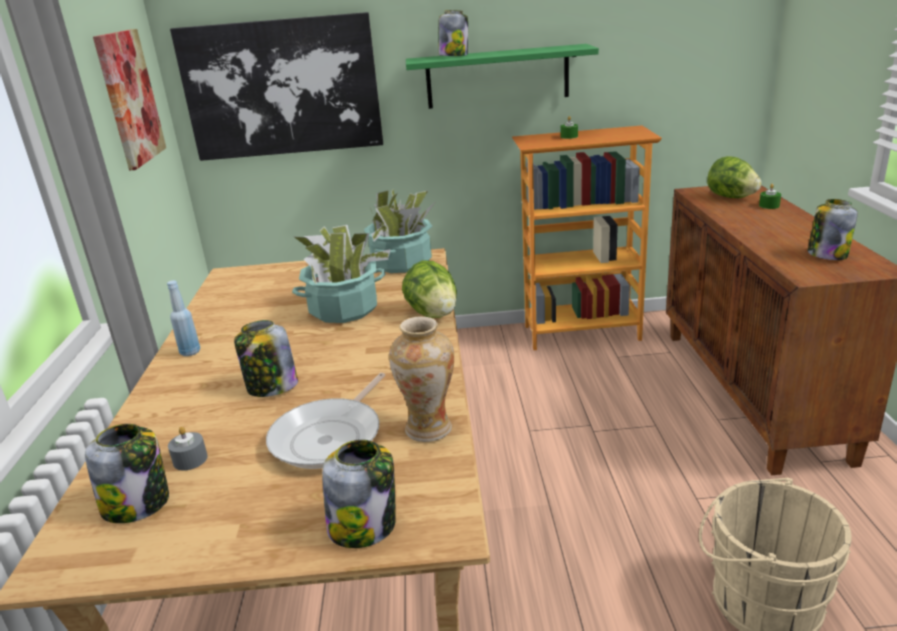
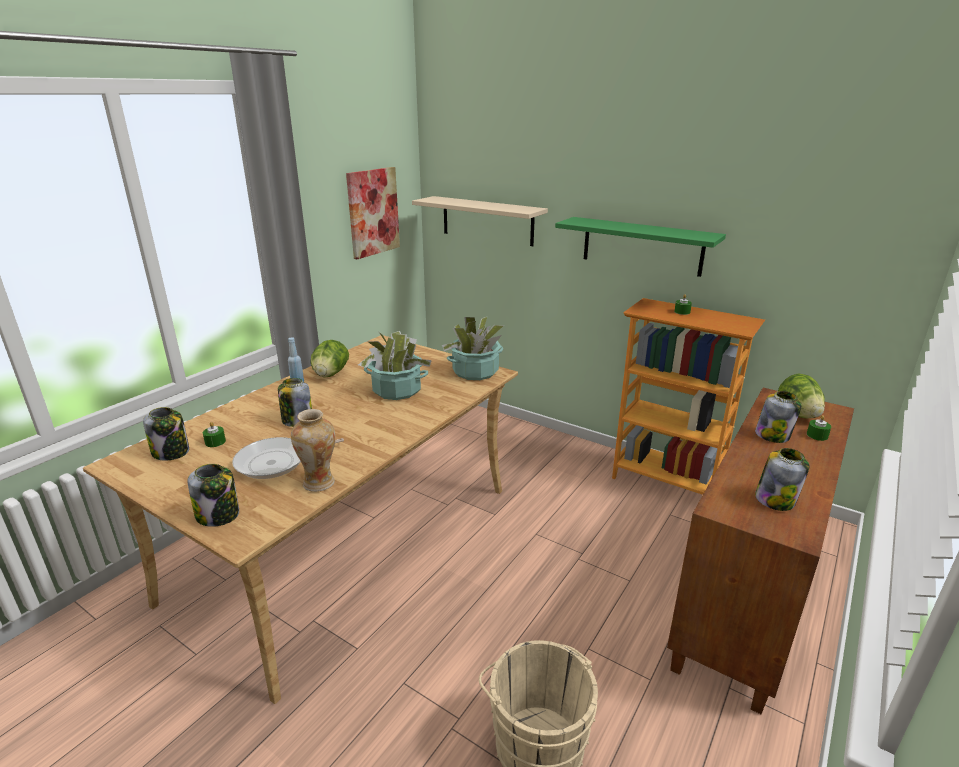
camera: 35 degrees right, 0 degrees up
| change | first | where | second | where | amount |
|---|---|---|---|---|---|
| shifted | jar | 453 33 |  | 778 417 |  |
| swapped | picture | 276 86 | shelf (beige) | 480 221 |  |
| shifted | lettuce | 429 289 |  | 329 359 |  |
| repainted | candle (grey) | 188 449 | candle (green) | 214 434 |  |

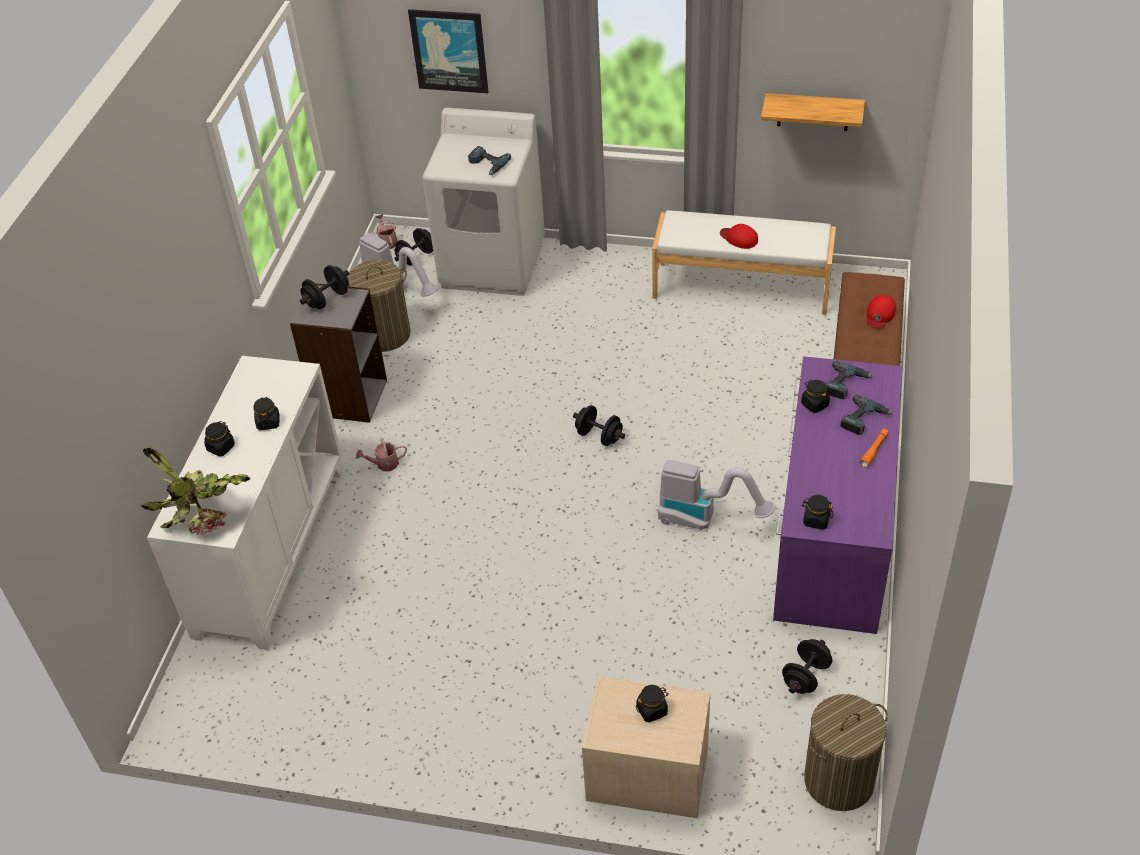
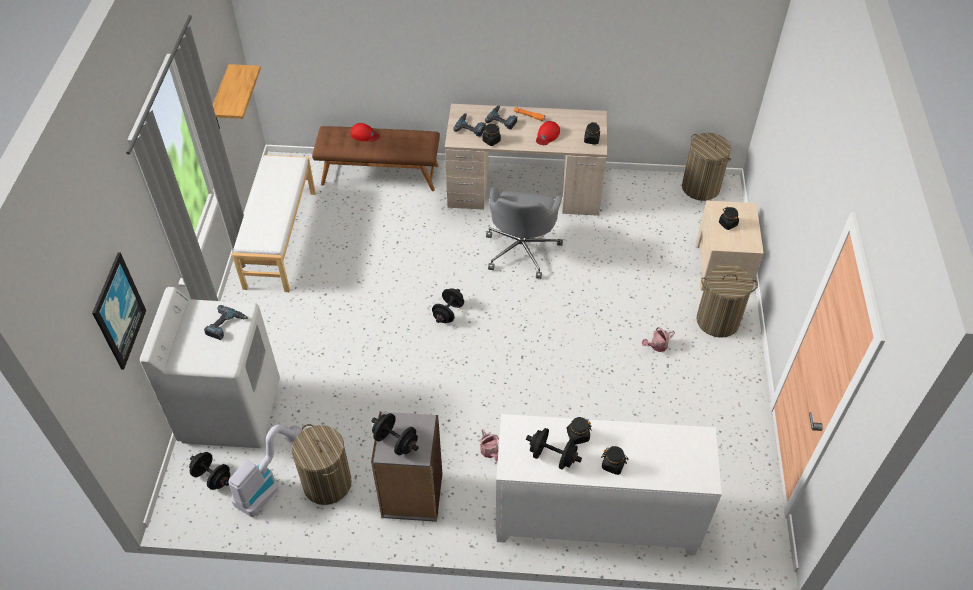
camera: 100 degrees left, 5 degrees up
| change | first | where | second | where | amount |
|---|---|---|---|---|---|
| shifted | watering can | 387 231 |  | 658 339 |  |
| shifted | cap (red) | 739 236 |  | 548 133 |  |
| repainted | desk (purple) | 837 495 | desk (beige) | 526 160 |  |
| gone | potted plant | 196 490 |  |  |  |
| swapped | vacuum cleaner | 716 495 | office chair (grey) | 524 233 |  |
| shifted | dumbbell (black) | 807 666 |  | 554 449 |  |
| new |  |  | laundry basket | 727 301 |  |

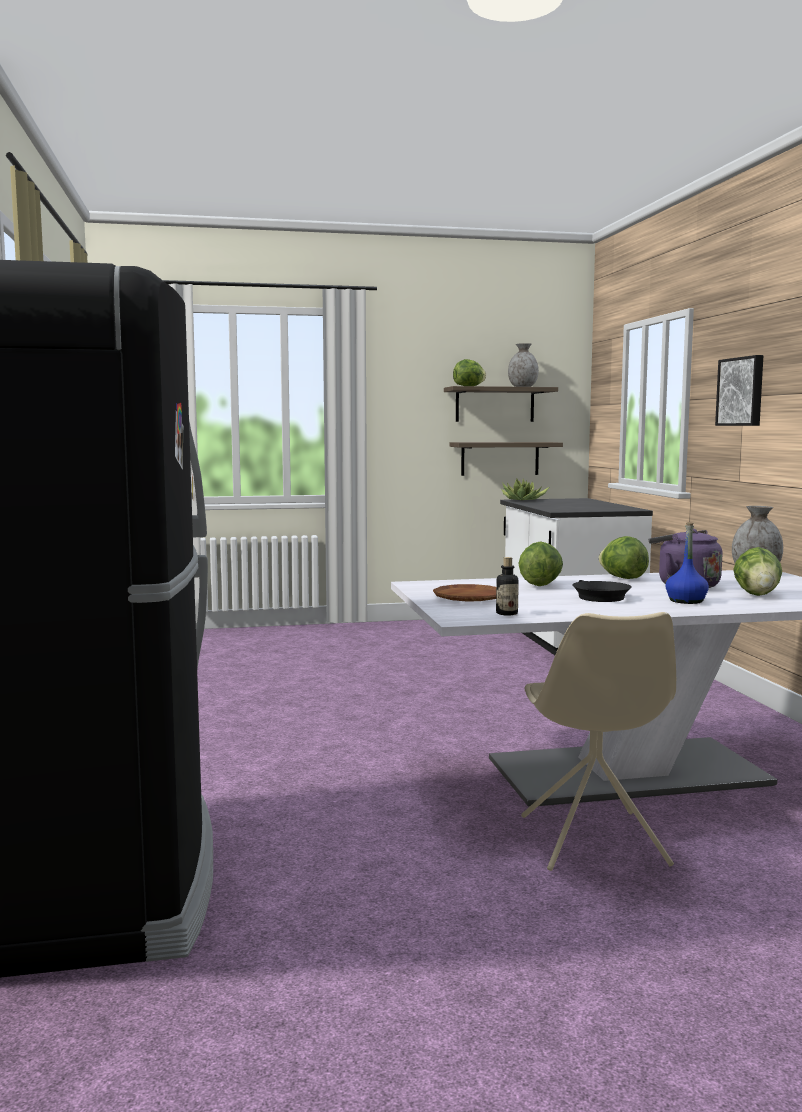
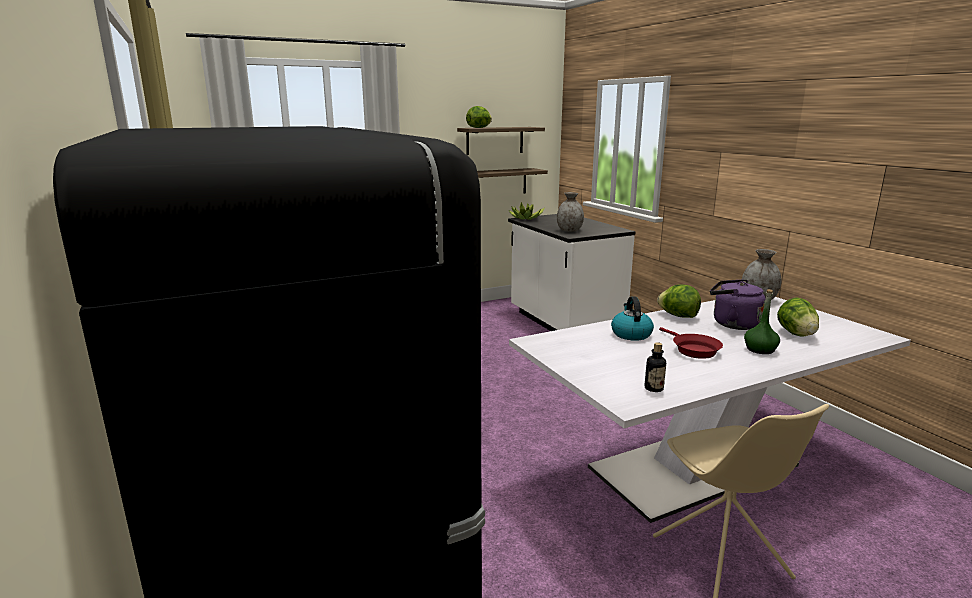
camera: 15 degrees left, 10 degrees up
| change | first | where | second | where | amount |
|---|---|---|---|---|---|
| shifted | vase (grey) | 523 365 |  | 570 212 |  |
| gone | picture | 739 390 |  |  |  |
| repainted | bottle (blue) | 687 563 | bottle (green) | 762 321 |  |
| swapped | lettuce | 540 563 | kettle | 632 318 |  |
| repainted | frying pan (black) | 602 591 | frying pan (red) | 691 343 |  |
| gone | plate (brown) | 464 593 |  |  |  |

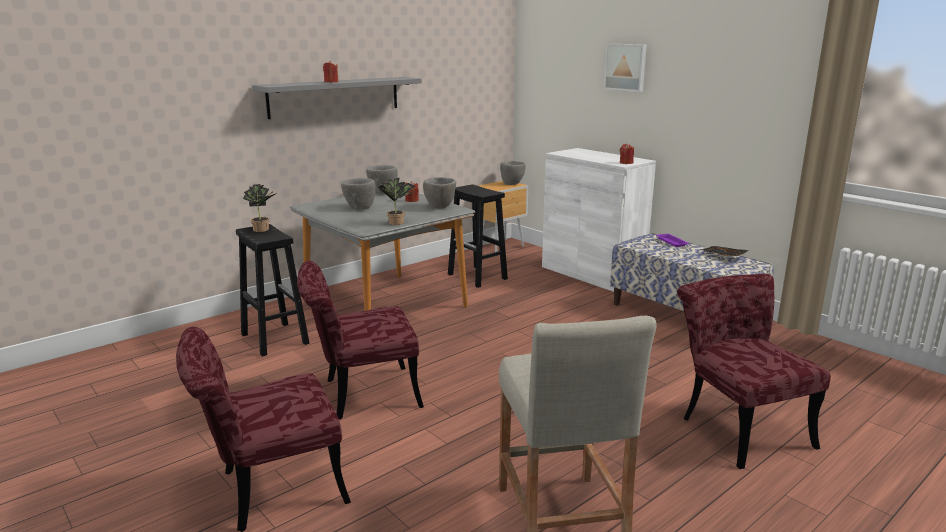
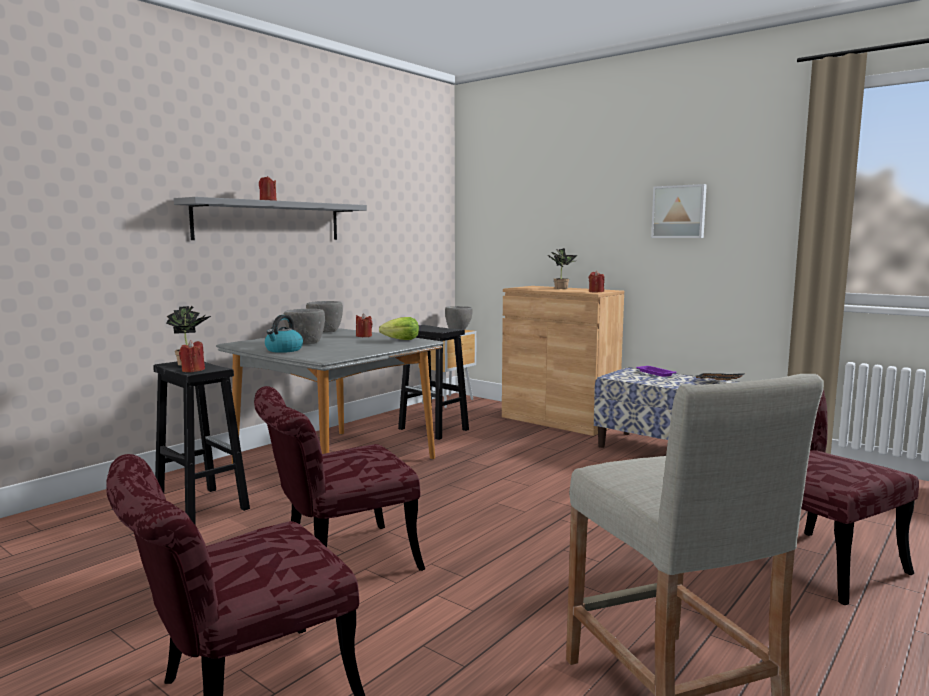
camera: 10 degrees left, 10 degrees down
| change | first | where | second | where | amount |
|---|---|---|---|---|---|
| shifted | picture | 625 68 |  | 679 211 |  |
| repainted | cabinet (white) | 599 220 | cabinet (brown) | 563 361 |  |
| swapped | bowl (grey) | 439 193 | lettuce | 399 328 |  |
| shifted | potted plant | 396 201 |  | 563 268 |  |
| new |  |  | kettle | 284 334 |  |
| new |  |  | candle (red) | 192 356 |  |

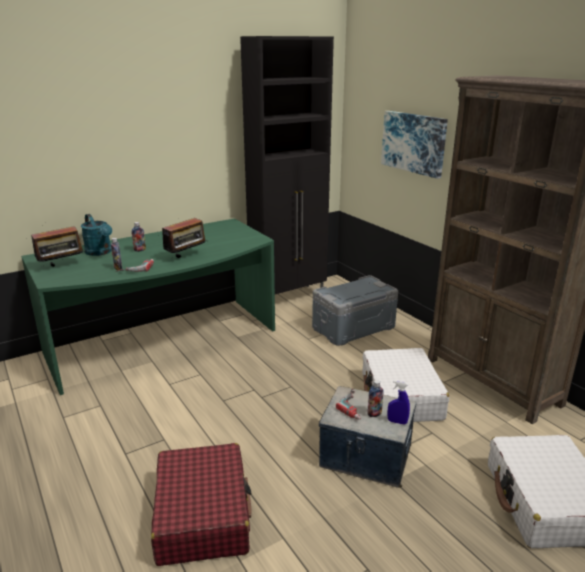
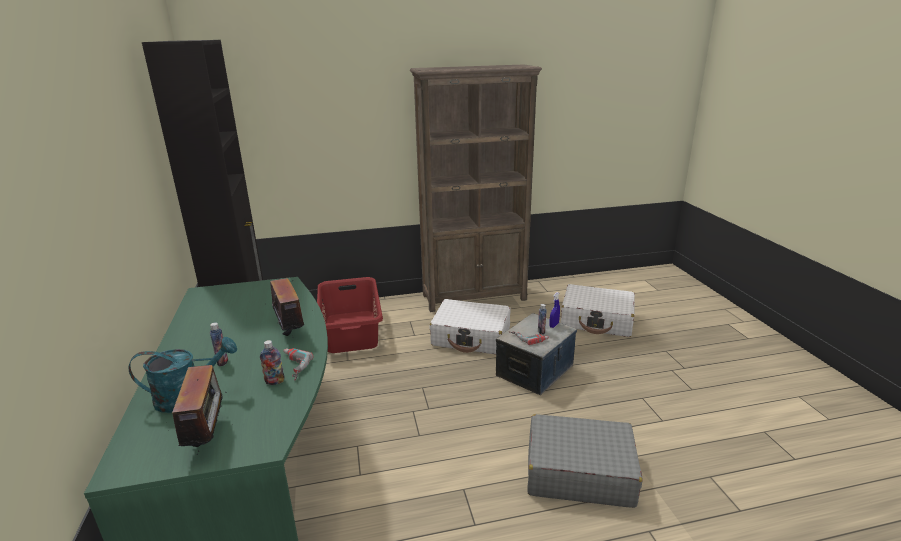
camera: 70 degrees left, 0 degrees up
| change | first | where | second | where | amount |
|---|---|---|---|---|---|
| gone | picture | 414 145 |  |  |  |
| swapped | storage box (grey) | 355 310 | laundry basket (red) | 350 315 |  |
| repainted | suitcase (red) | 201 504 | suitcase (grey) | 585 461 |  |

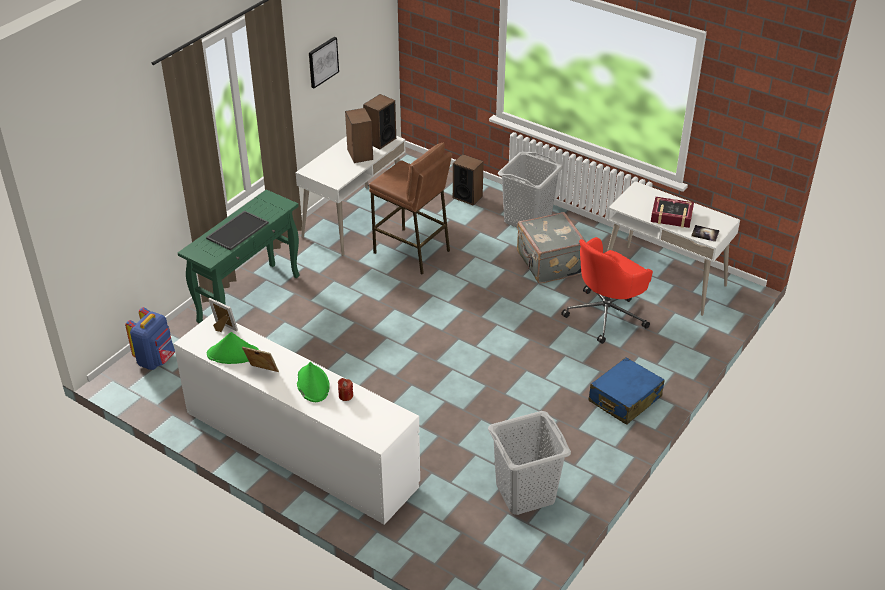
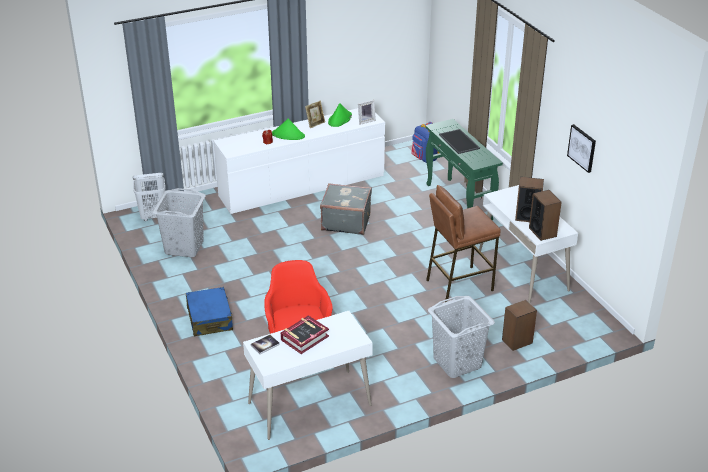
camera: 120 degrees right, 5 degrees down
| change | first | where | second | where | amount |
|---|---|---|---|---|---|
| shifted | suitcase (grey) | 551 248 |  | 346 209 |  |
| new |  |  | laundry basket (white) | 149 197 |  |

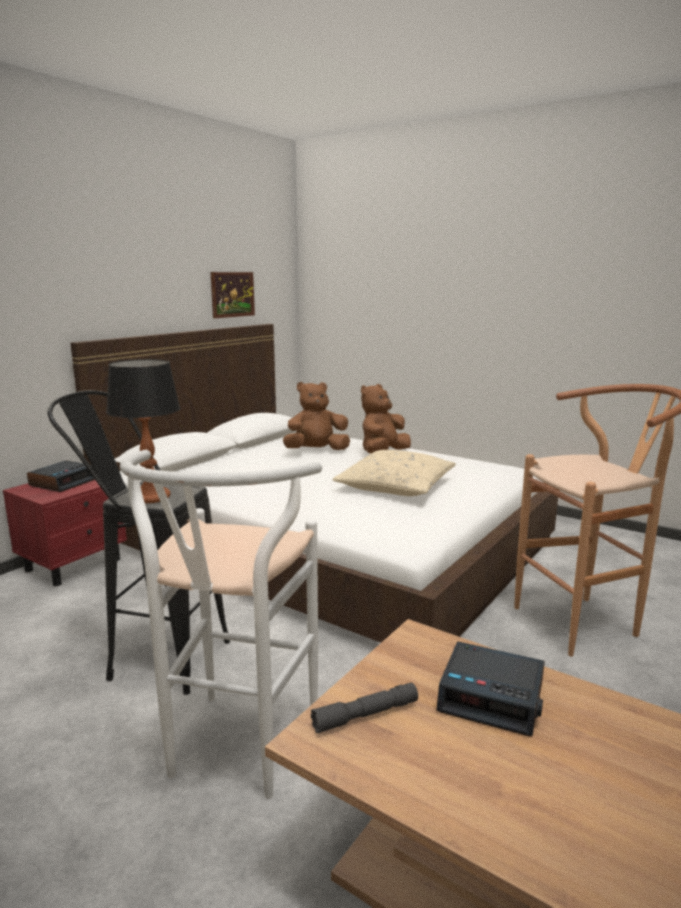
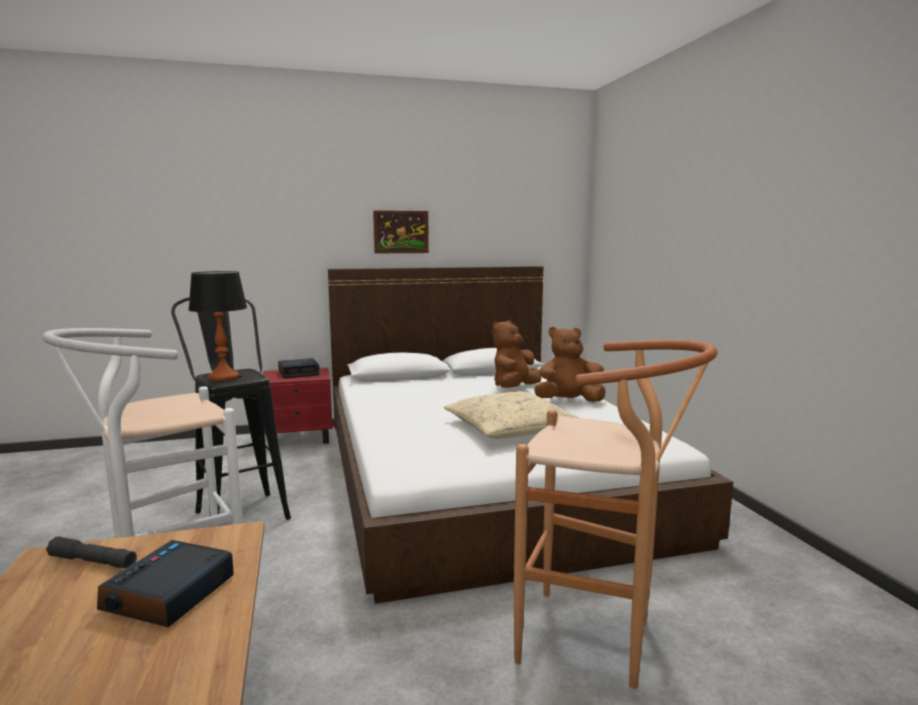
camera: 40 degrees right, 5 degrees down
| change | first | where | second | where | amount |
|---|---|---|---|---|---|
| shifted | picture | 233 295 |  | 401 231 |  |
| rotated | plush toy (brown) | 316 416 |  | 517 354 | 75 degrees counterclockwise |
| rotated | alarm clock | 491 688 |  | 165 583 | 45 degrees clockwise |

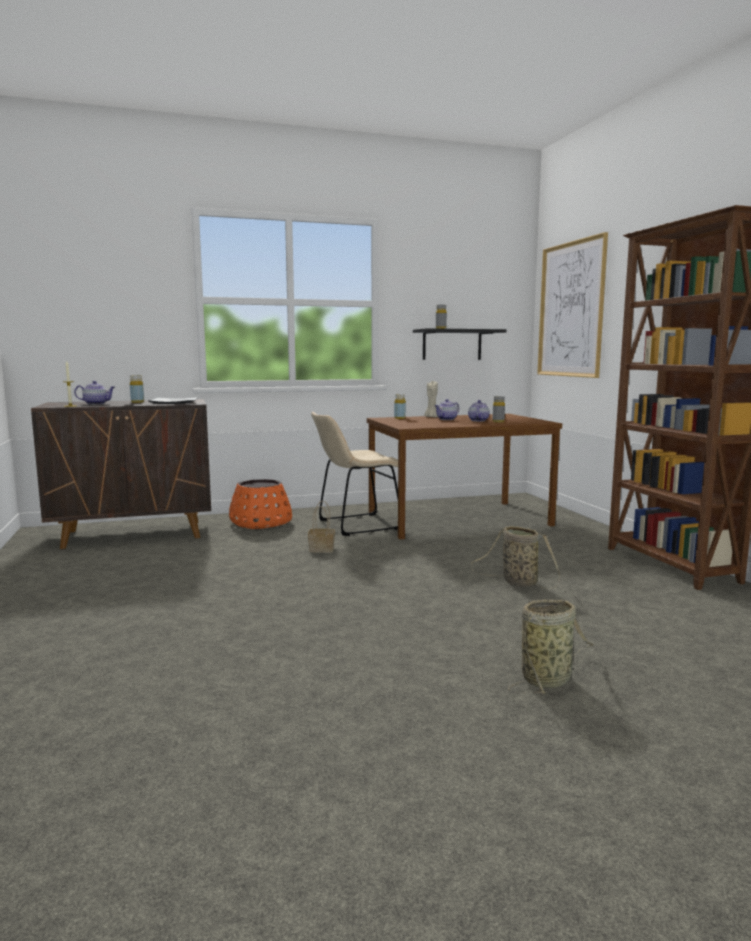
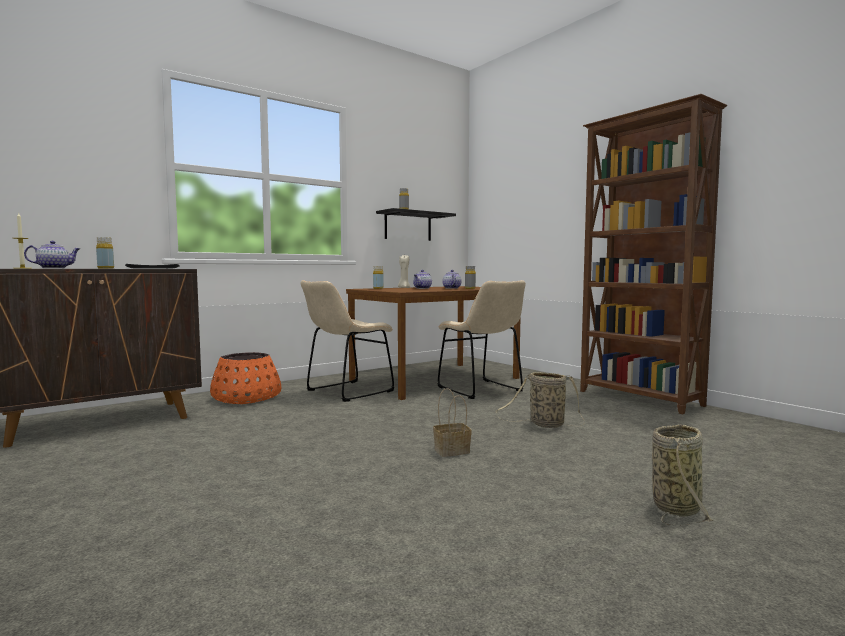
camera: 20 degrees left, 5 degrees down
| change | first | where | second | where | amount |
|---|---|---|---|---|---|
| gone | picture | 572 305 |  |  |  |
| shifted | basket | 321 527 |  | 452 422 |  |
| new |  |  | chair (beige) | 481 339 |  |

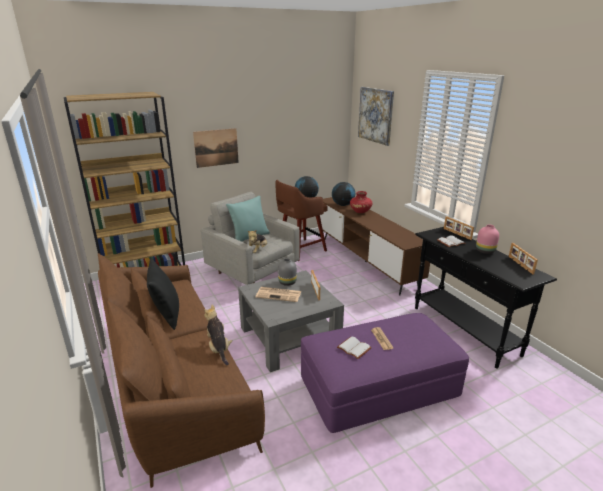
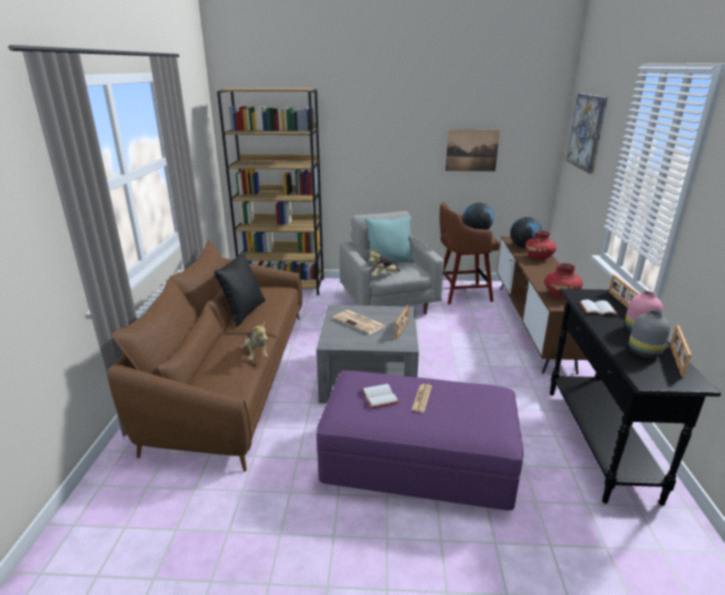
camera: 30 degrees right, 0 degrees up
| change | first | where | second | where | amount |
|---|---|---|---|---|---|
| shifted | picture | 216 148 |  | 472 150 |  |
| shifted | vase (grey) | 287 272 |  | 649 334 |  |
| rotated | plush toy | 218 335 |  | 254 341 | 150 degrees clockwise |
| new |  |  | vase (red) | 564 280 |  |

